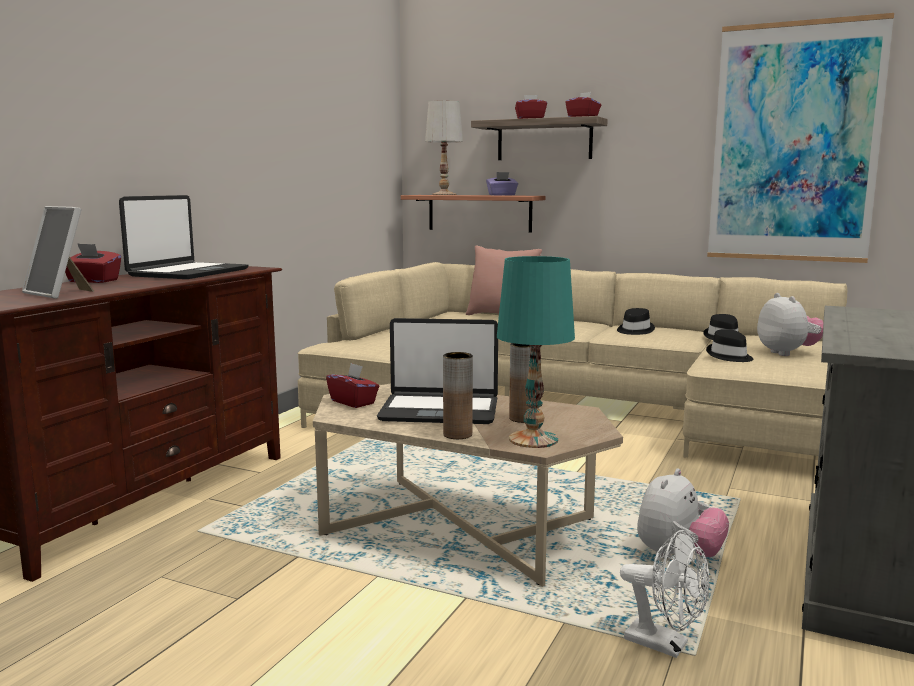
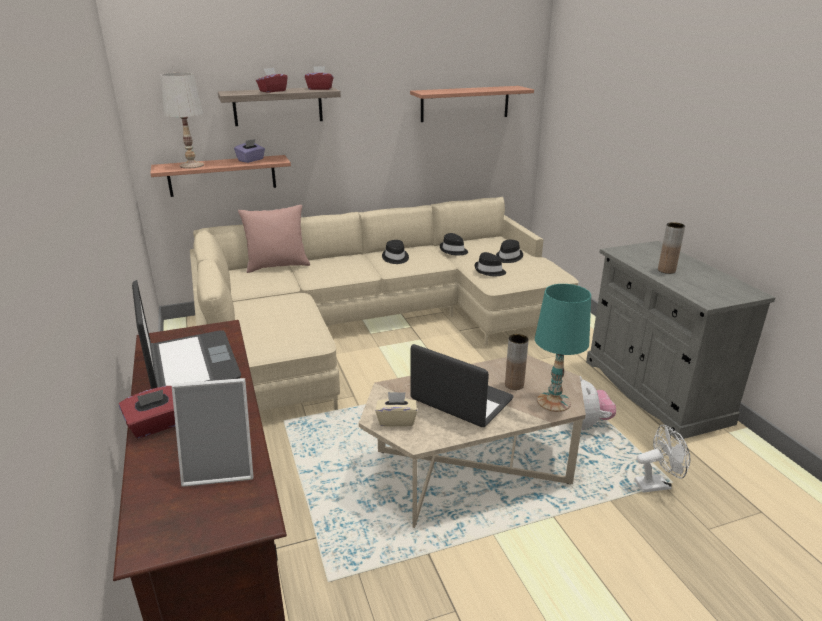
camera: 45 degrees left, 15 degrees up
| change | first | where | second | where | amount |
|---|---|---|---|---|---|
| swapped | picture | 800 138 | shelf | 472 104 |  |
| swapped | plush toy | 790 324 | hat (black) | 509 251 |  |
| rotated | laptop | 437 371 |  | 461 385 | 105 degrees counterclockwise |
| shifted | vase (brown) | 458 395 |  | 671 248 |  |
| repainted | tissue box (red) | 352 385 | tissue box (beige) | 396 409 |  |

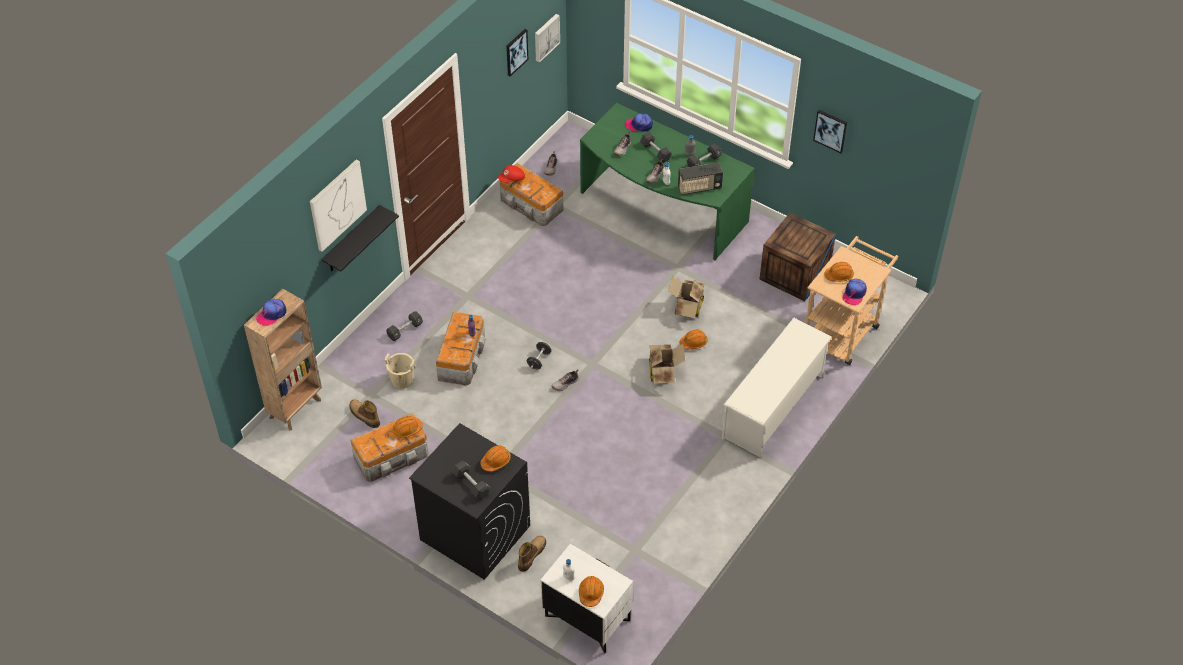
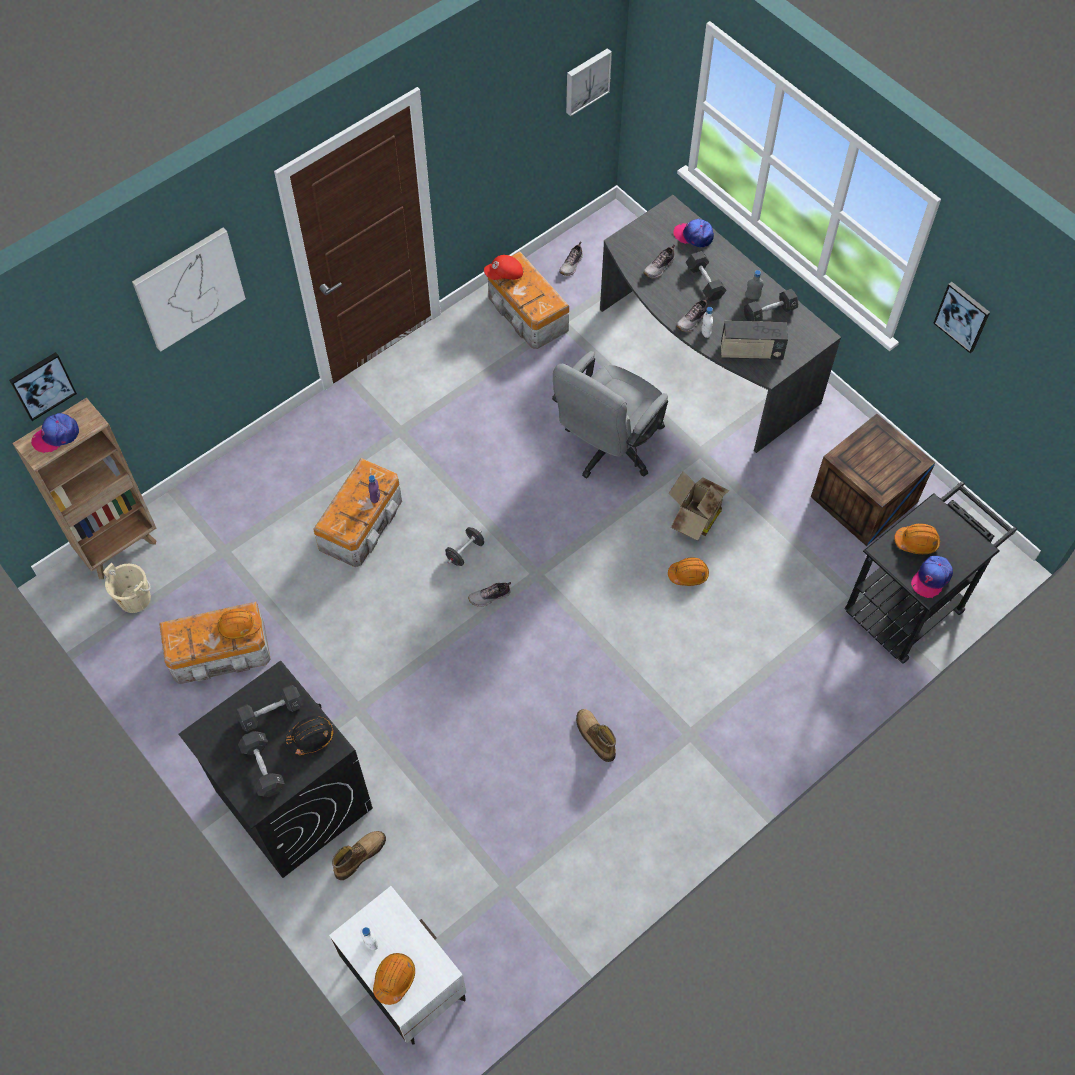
camera: 15 degrees right, 10 degrees up
| change | first | where | second | where | amount |
|---|---|---|---|---|---|
| shifted | picture | 517 52 |  | 43 386 |  |
| repainted | desk (green) | 667 181 | desk (grey) | 720 324 |  |
| gone | shelf (black) | 360 238 |  |  |  |
| repainted | cart (beige) | 851 300 | cart (black) | 931 572 |  |
| shifted | dumbbell (black) | 404 326 |  | 269 708 |  |
| gone | shoe rack (white) | 777 387 |  |  |  |
| gone | cardboard box | 667 364 |  |  |  |
| shifted | bucket (beige) | 400 371 |  | 127 588 |  |
| shifted | boot | 364 413 |  | 596 735 |  |
| repainted | hard hat (orange) | 495 458 | hard hat (black) | 309 736 |  |
| new |  |  | office chair (grey) | 610 414 |  |

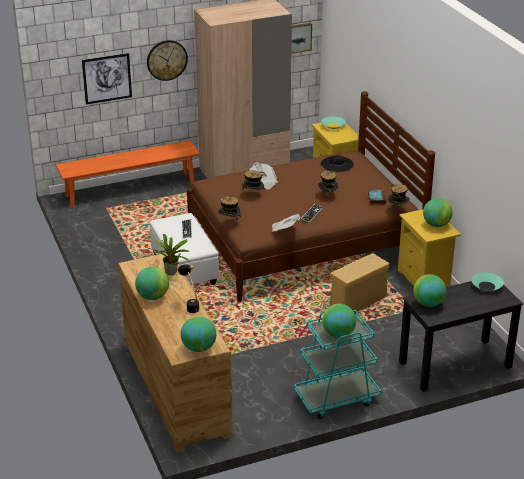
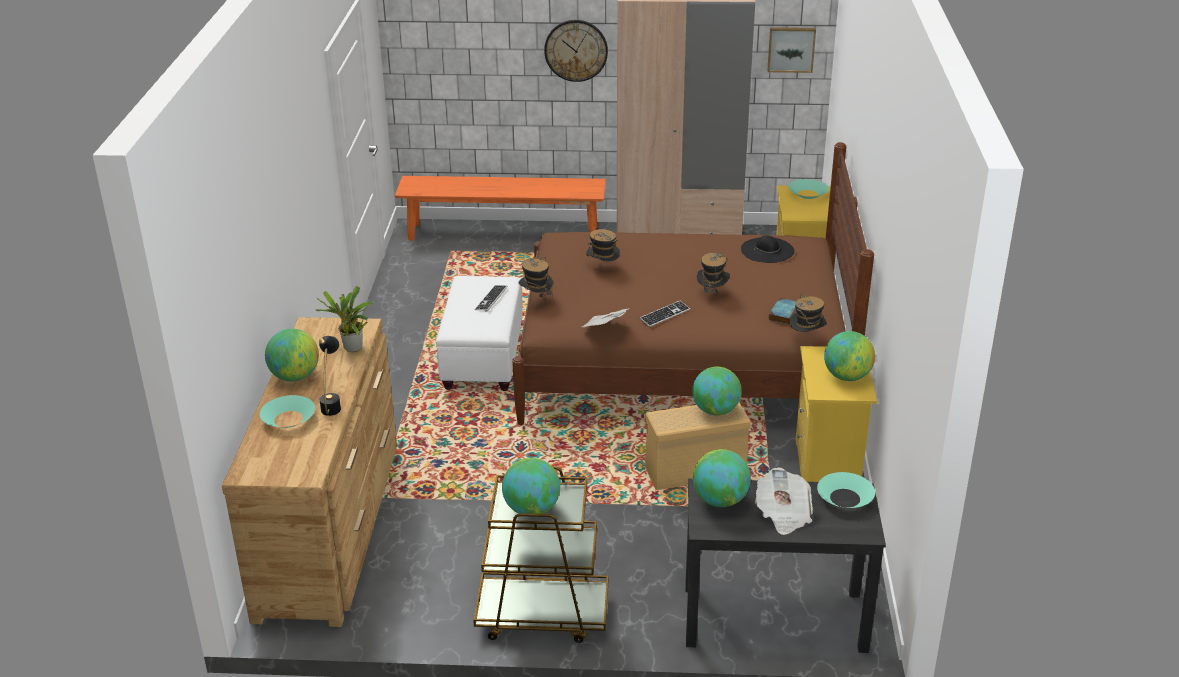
camera: 25 degrees right, 0 degrees up
| change | first | where | second | where | amount |
|---|---|---|---|---|---|
| gone | picture | 107 78 |  |  |  |
| shifted | newspaper | 264 176 |  | 784 501 |  |
| repainted | cart (turquoise) | 337 364 | cart (brown) | 540 554 |  |
| shifted | globe | 198 334 |  | 717 391 |  |
| new |  |  | bowl (turquoise) | 287 411 |  |

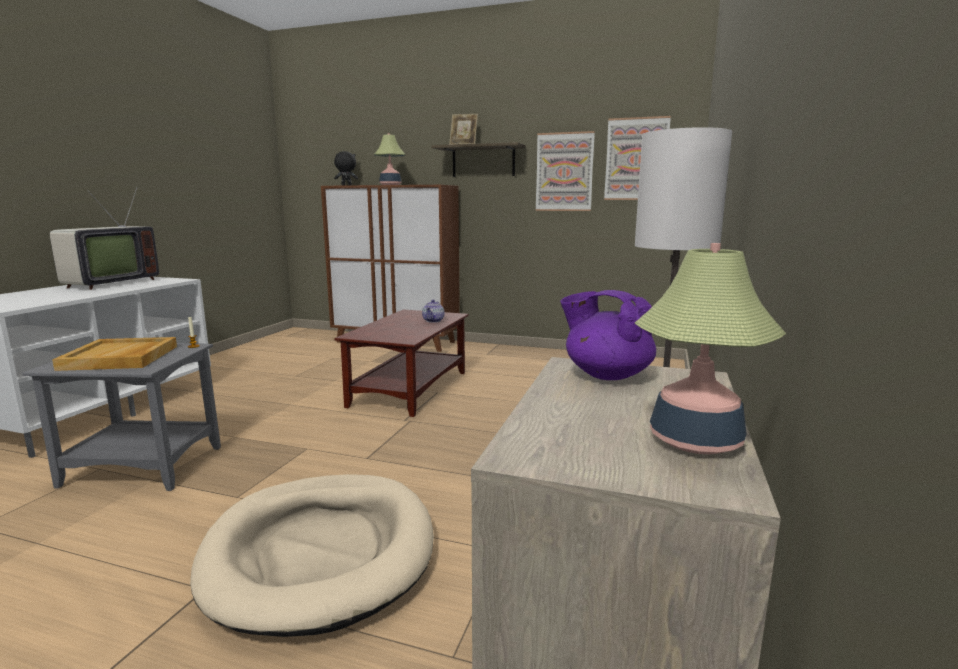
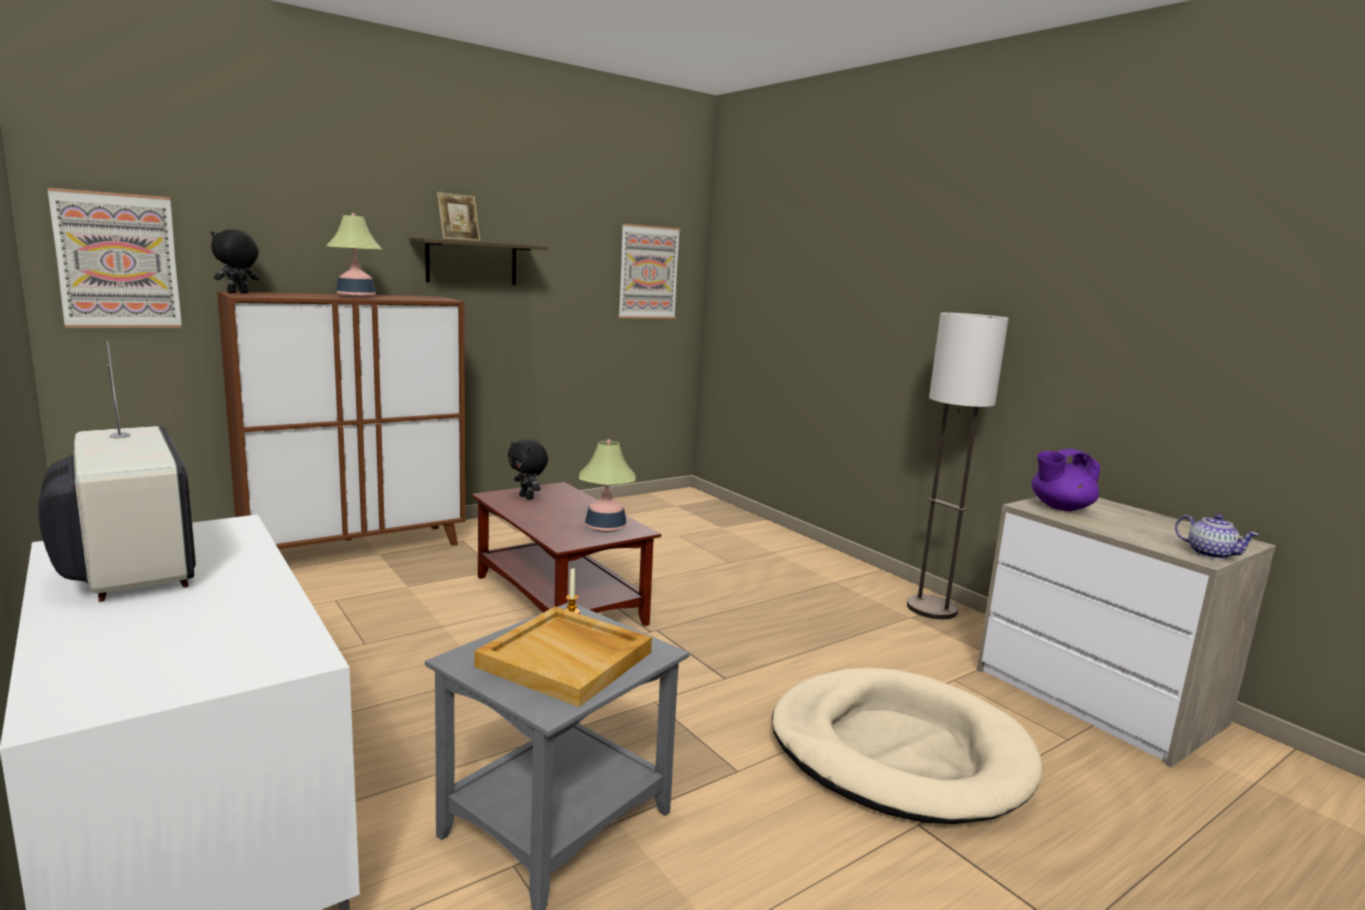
camera: 55 degrees left, 0 degrees up
| change | first | where | second | where | amount |
|---|---|---|---|---|---|
| shifted | picture | 565 171 |  | 115 258 |  |
| shifted | table lamp | 710 348 |  | 607 486 |  |
| shifted | teapot | 433 311 |  | 1217 537 |  |
| new |  |  | plush toy (black) | 528 469 |  |

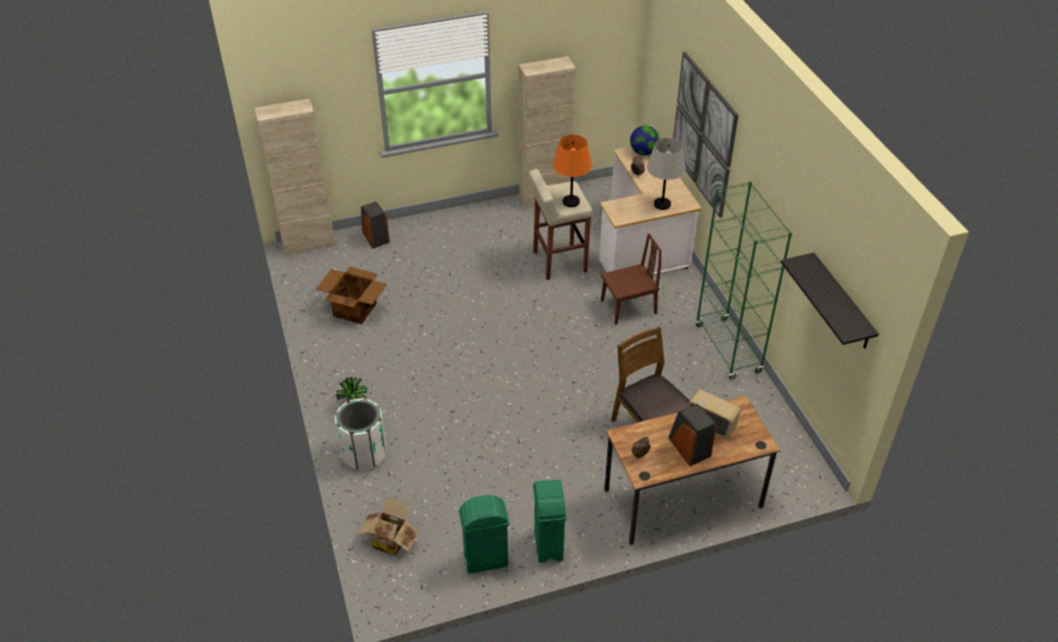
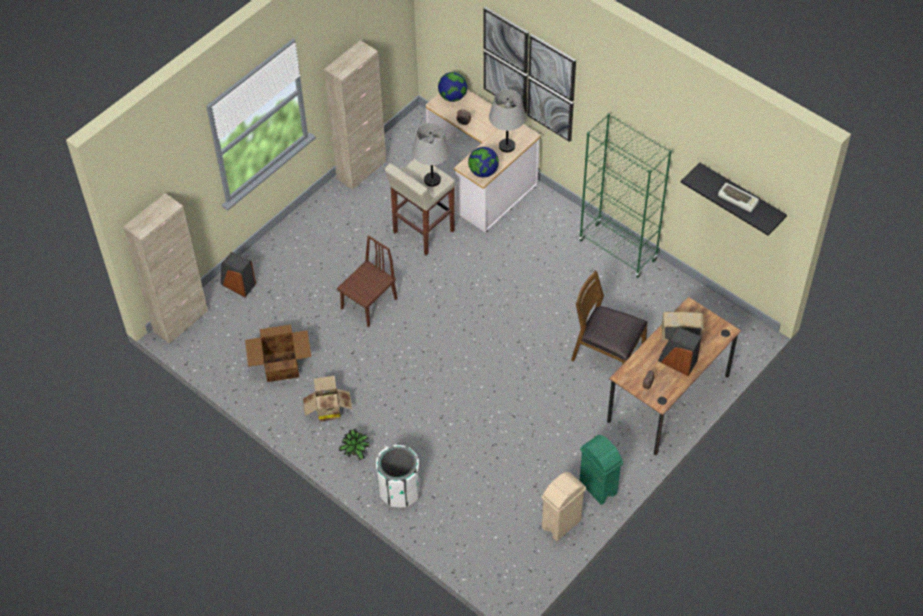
camera: 30 degrees left, 10 degrees up
| change | first | where | second | where | amount |
|---|---|---|---|---|---|
| repainted | table lamp (orange) | 572 171 | table lamp (grey) | 431 155 |  |
| shifted | chair (brown) | 631 279 |  | 367 281 |  |
| repainted | trash can (green) | 484 534 | trash can (beige) | 563 506 |  |
| shifted | cardboard box | 388 526 |  | 327 399 |  |
| new |  |  | globe | 483 162 |  |
| new |  |  | keyboard | 738 197 |  |

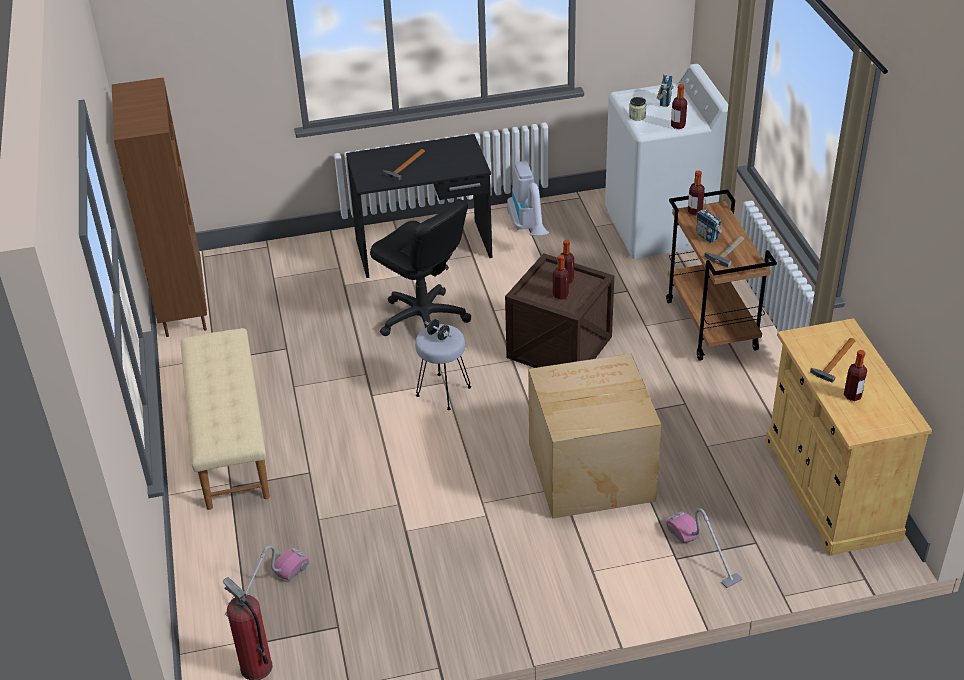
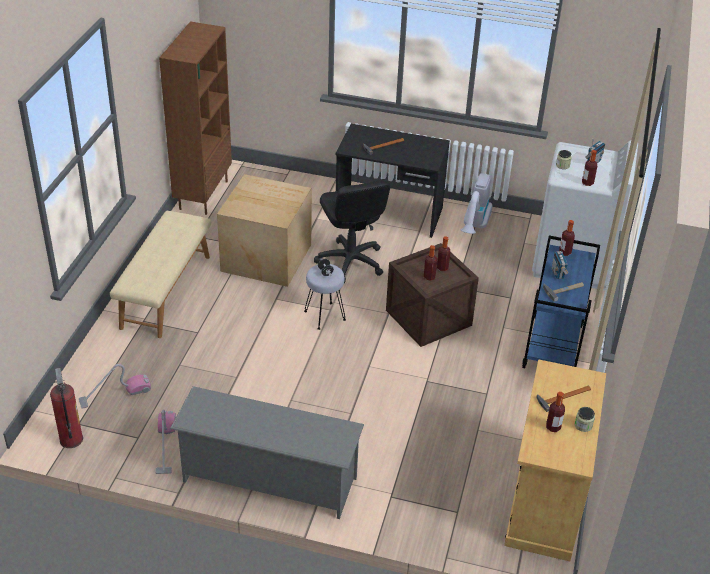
camera: 25 degrees right, 0 degrees up
| change | first | where | second | where | amount |
|---|---|---|---|---|---|
| repainted | cart (brown) | 721 275 | cart (blue) | 561 302 |  |
| shifted | cardboard box | 595 436 |  | 264 230 |  |
| shifted | vacuum cleaner | 704 548 |  | 165 441 |  |
| new |  |  | shoe rack (grey) | 267 452 |  |
| new |  |  | jar | 585 419 |  |

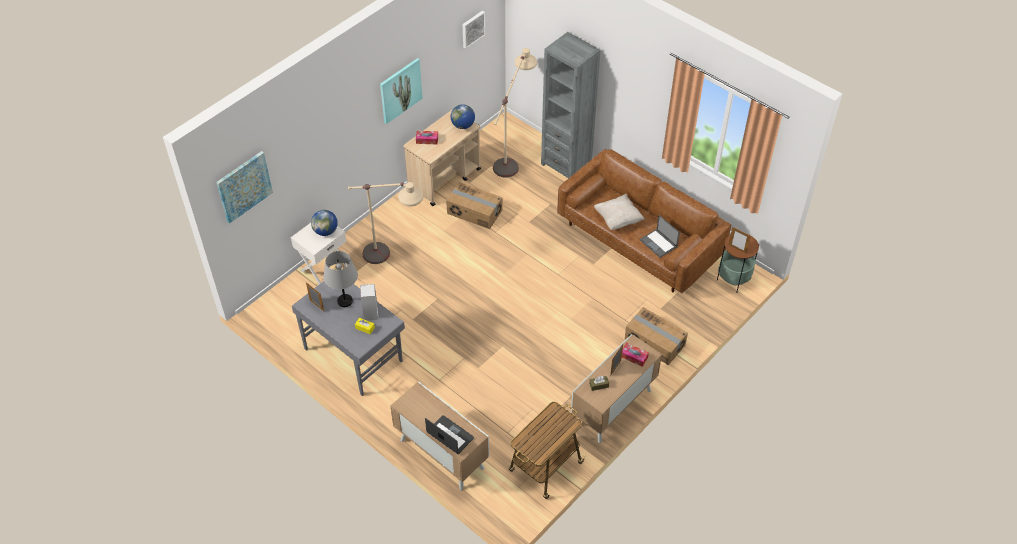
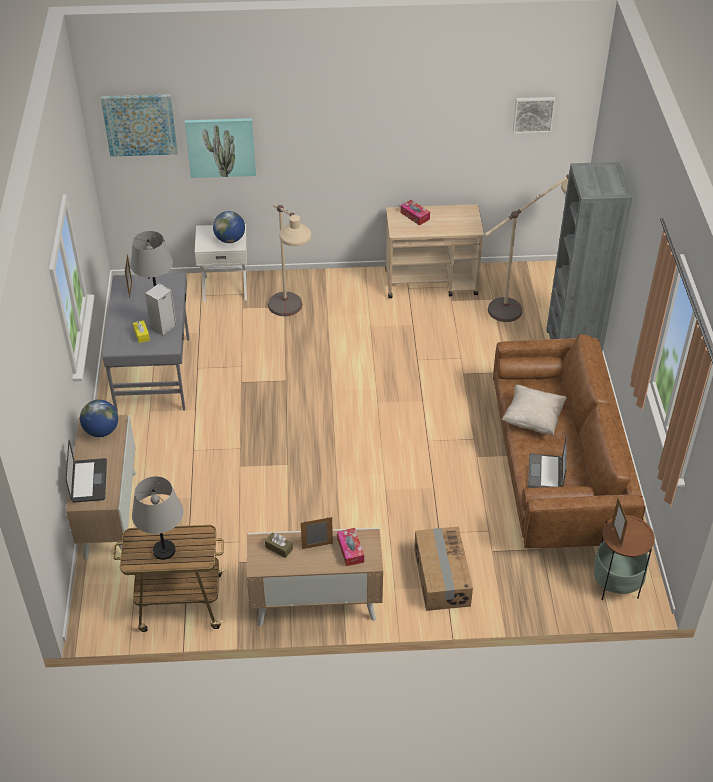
camera: 45 degrees right, 5 degrees down
| change | first | where | second | where | amount |
|---|---|---|---|---|---|
| shifted | picture | 401 91 |  | 220 148 |  |
| shifted | globe | 463 116 |  | 99 418 |  |
| gone | cardboard box | 474 205 |  |  |  |
| new |  |  | table lamp (grey) | 157 518 |  |

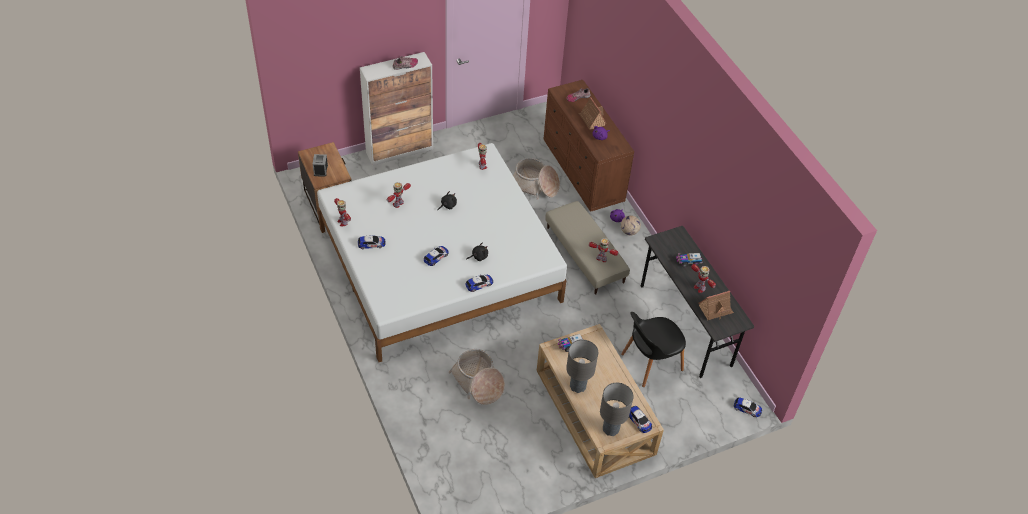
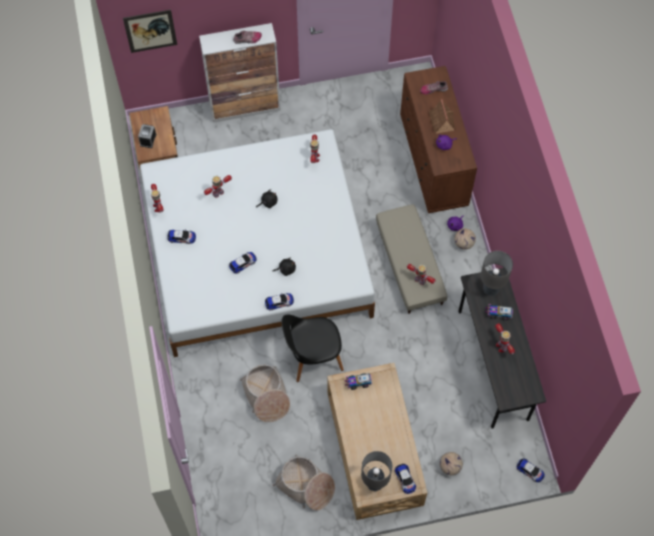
camera: 15 degrees right, 15 degrees up
| change | first | where | second | where | amount |
|---|---|---|---|---|---|
| shifted | basket | 536 179 |  | 303 483 |  |
| gone | toy house | 716 305 |  |  |  |
| shifted | chair (black) | 653 349 |  | 313 348 |  |
| shifted | table lamp (grey) | 582 366 |  | 497 273 |  |
| new |  |  | picture | 150 31 |  |
| new |  |  | football | 451 463 |  |

